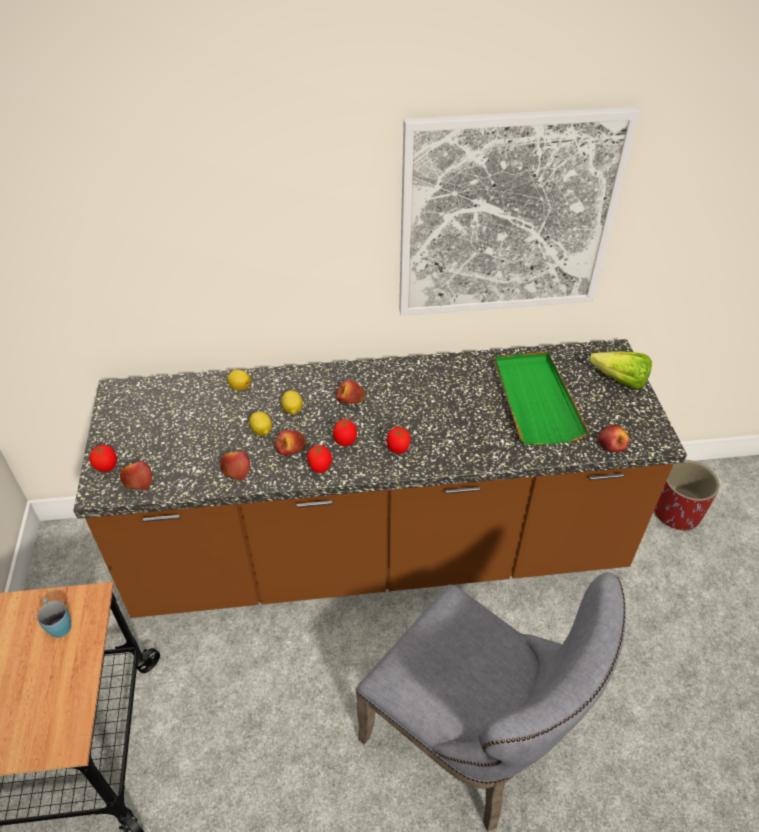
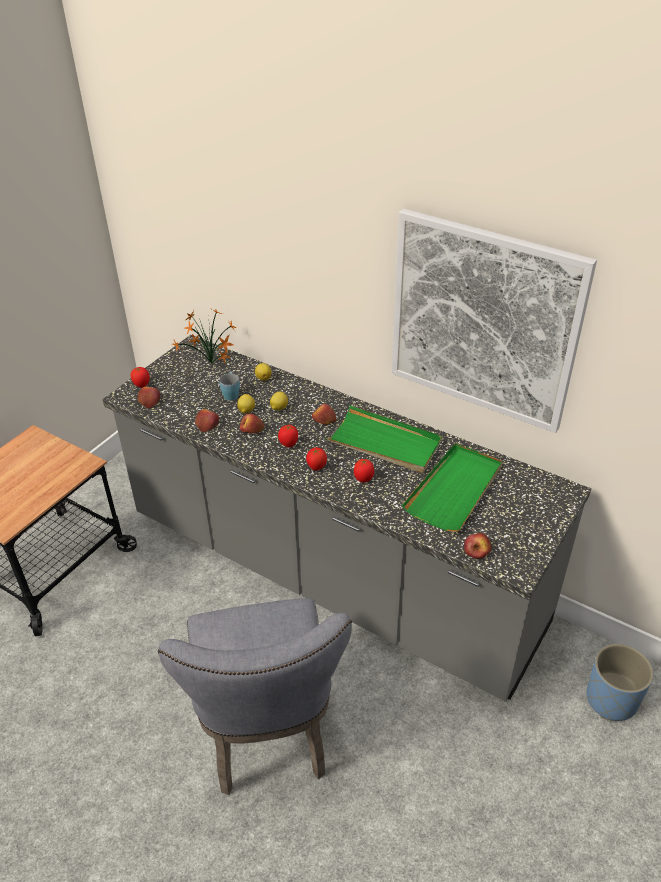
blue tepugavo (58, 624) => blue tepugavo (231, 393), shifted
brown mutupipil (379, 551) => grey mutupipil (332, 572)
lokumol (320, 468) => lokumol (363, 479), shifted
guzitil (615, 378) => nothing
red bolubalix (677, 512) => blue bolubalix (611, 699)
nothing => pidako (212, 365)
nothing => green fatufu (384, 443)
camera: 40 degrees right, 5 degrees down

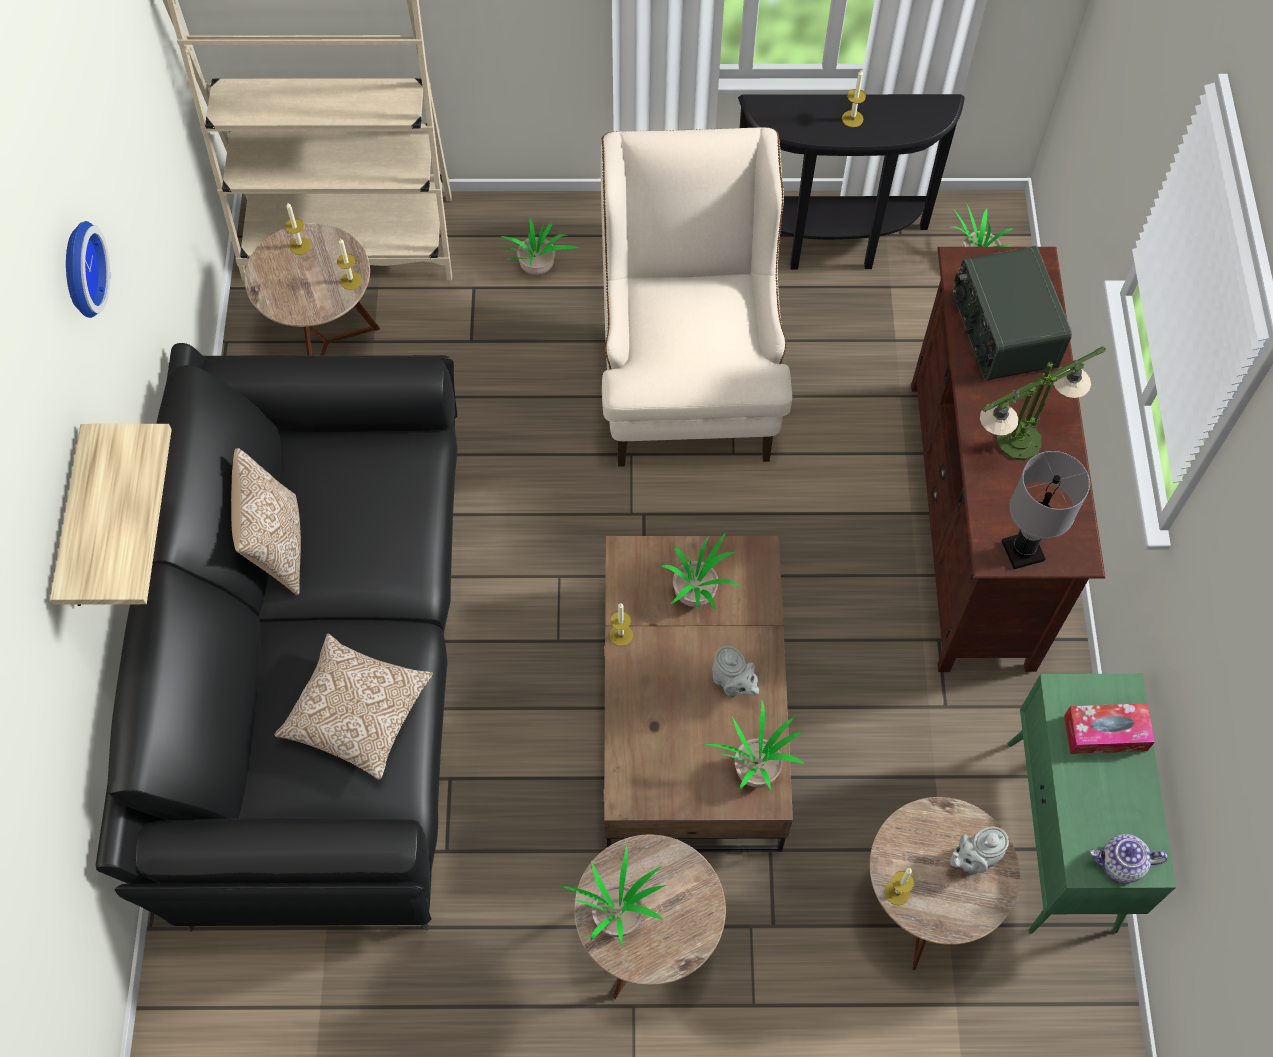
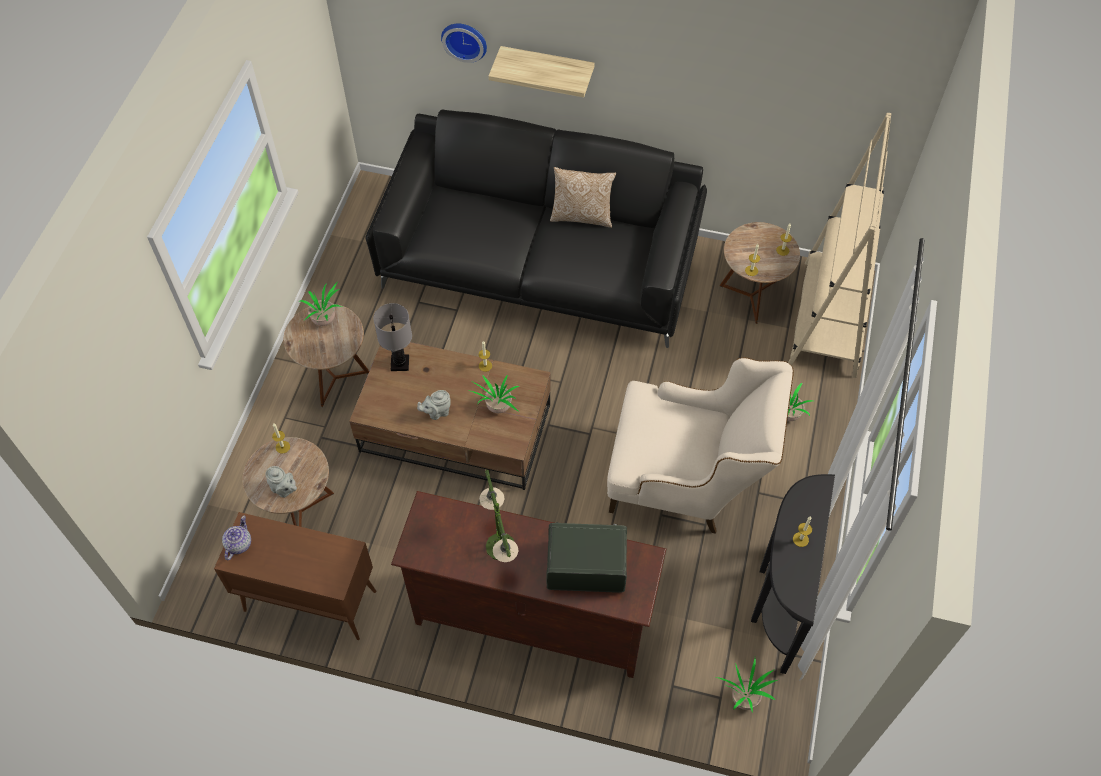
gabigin (78, 269) => gabigin (465, 39), shifted
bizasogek (357, 714) => nothing
pidako (755, 768) => nothing
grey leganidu (973, 859) => grey leganidu (284, 490), 135 degrees clockwise
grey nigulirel (1023, 550) => grey nigulirel (400, 363), shifted
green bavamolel (1061, 837) => brown bavamolel (309, 601)
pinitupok (1105, 733) => nothing
camera: 105 degrees right, 5 degrees down

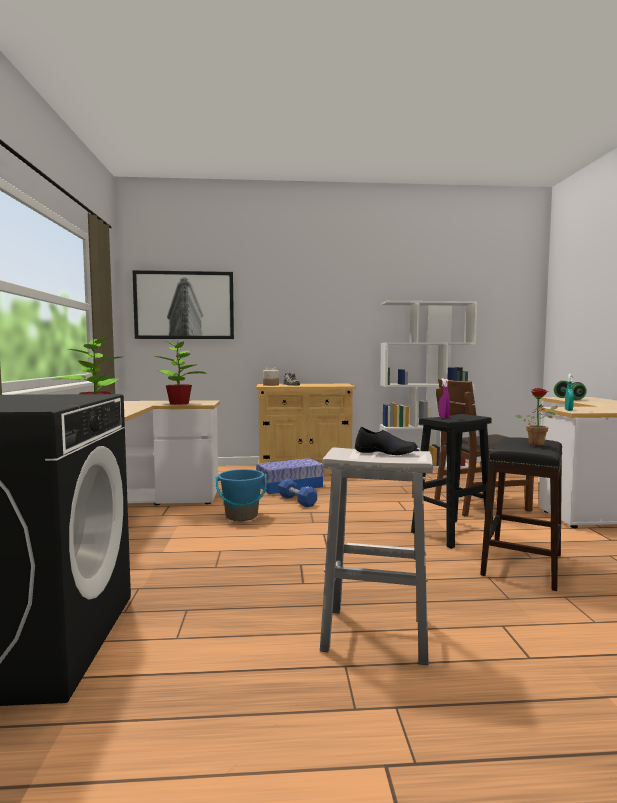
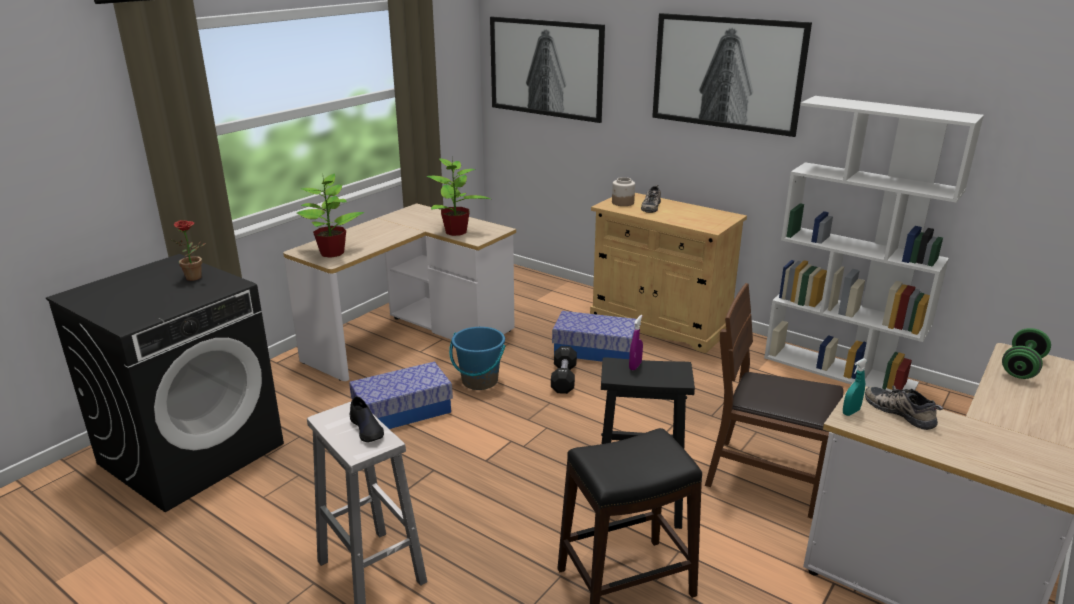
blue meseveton (297, 501) => black meseveton (563, 379)
pidako (538, 443) => pidako (197, 277), shifted
nothing => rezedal (403, 411)
nothing => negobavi (727, 73)
nothing => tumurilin (901, 412)
camera: 40 degrees right, 20 degrees up

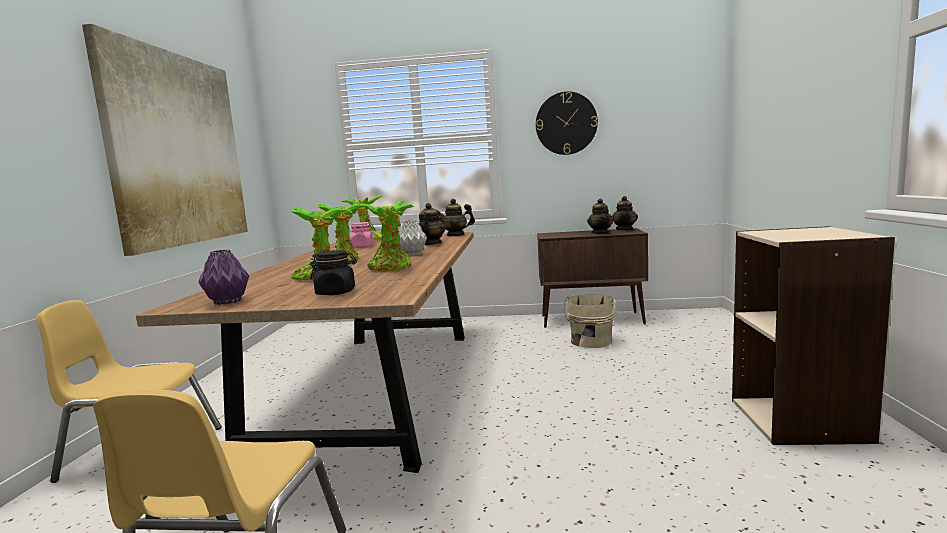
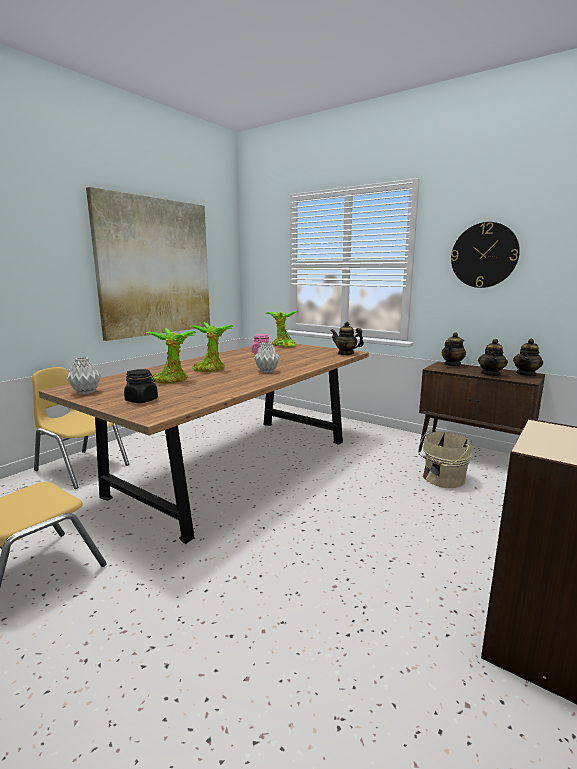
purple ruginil (227, 302) => grey ruginil (86, 392)
pidako (392, 269) => nothing
leganidu (431, 244) => leganidu (452, 365), shifted
camera: 30 degrees right, 5 degrees up

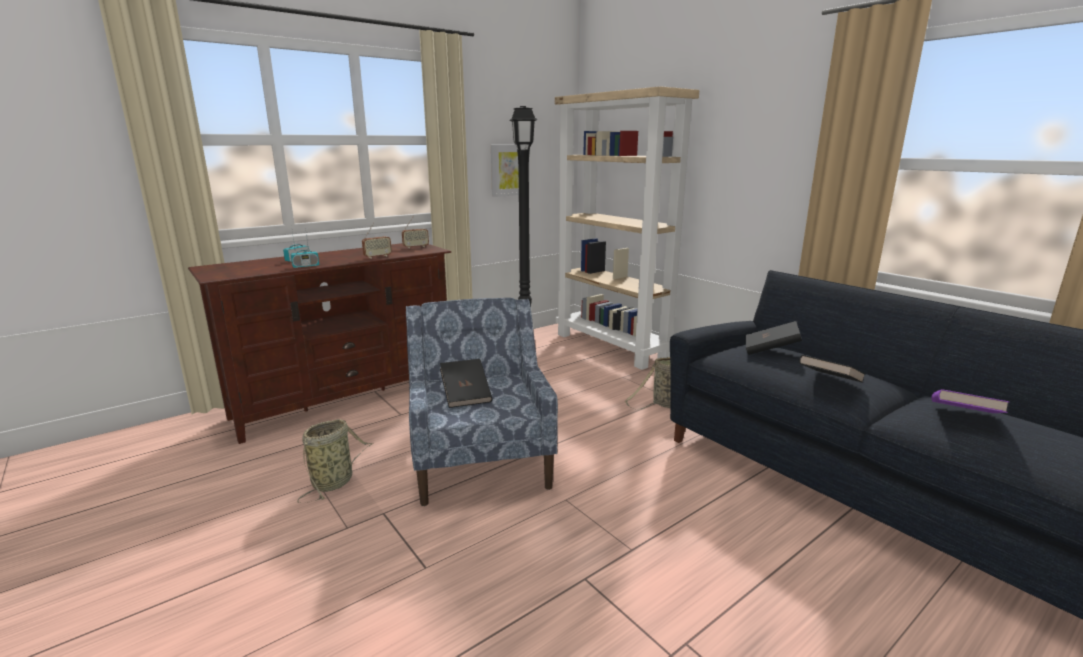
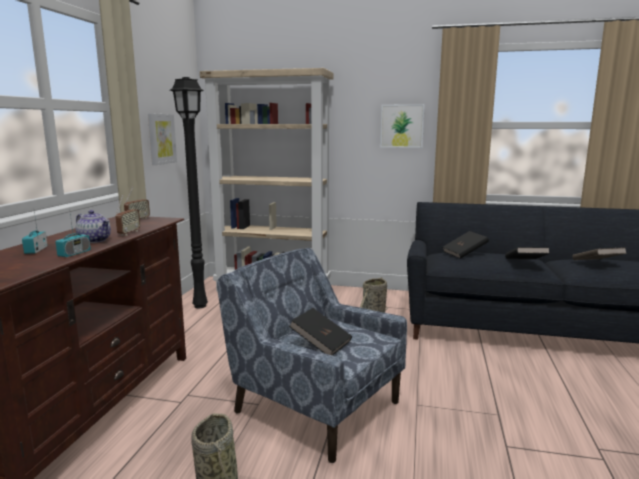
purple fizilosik (962, 418) => brown fizilosik (597, 264)
nothing => leganidu (95, 240)
nothing => negobavi (402, 126)
camera: 40 degrees left, 5 degrees down

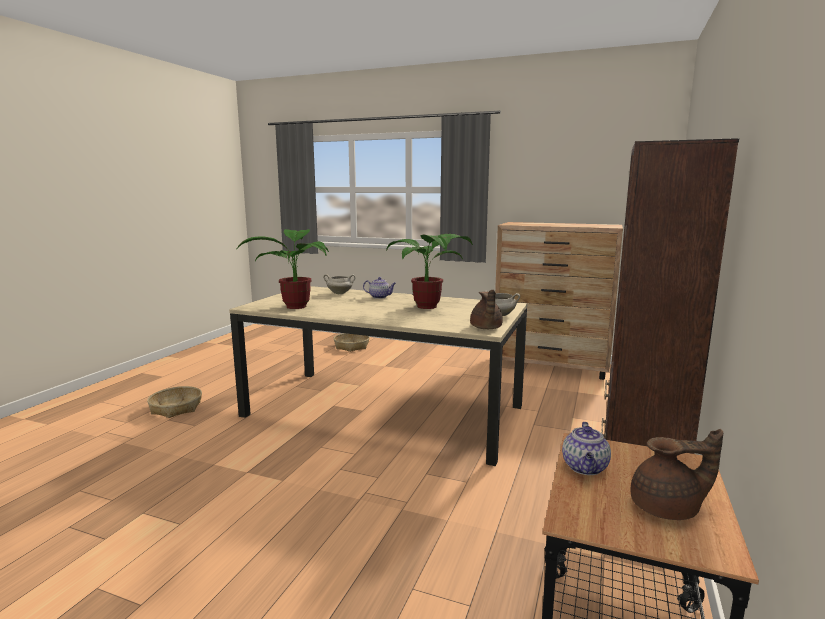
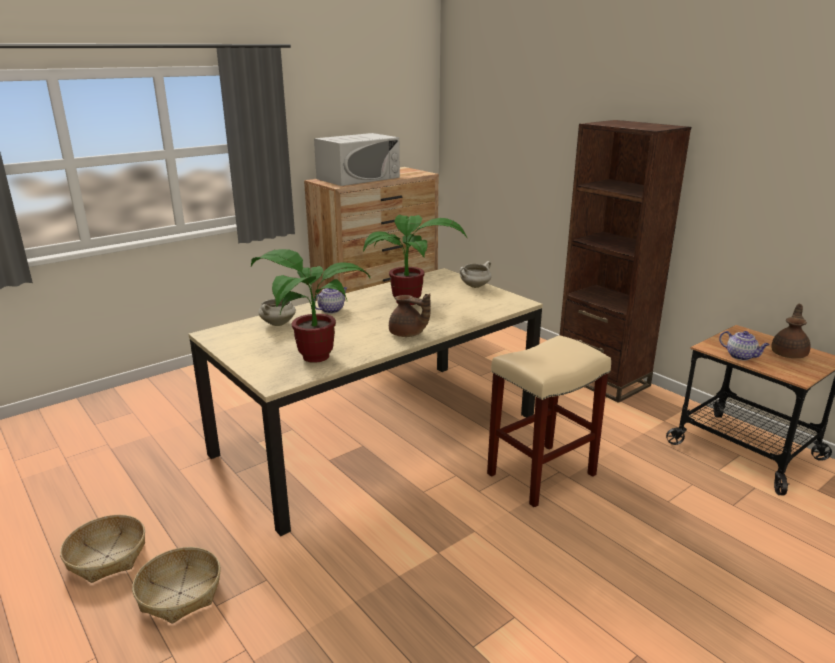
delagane (351, 346) => delagane (107, 556), shifted
brown leganidu (485, 328) => brown leganidu (407, 334), shifted
nothing => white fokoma (358, 178)
nothing => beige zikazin (541, 475)
camera: 60 degrees left, 10 degrees up

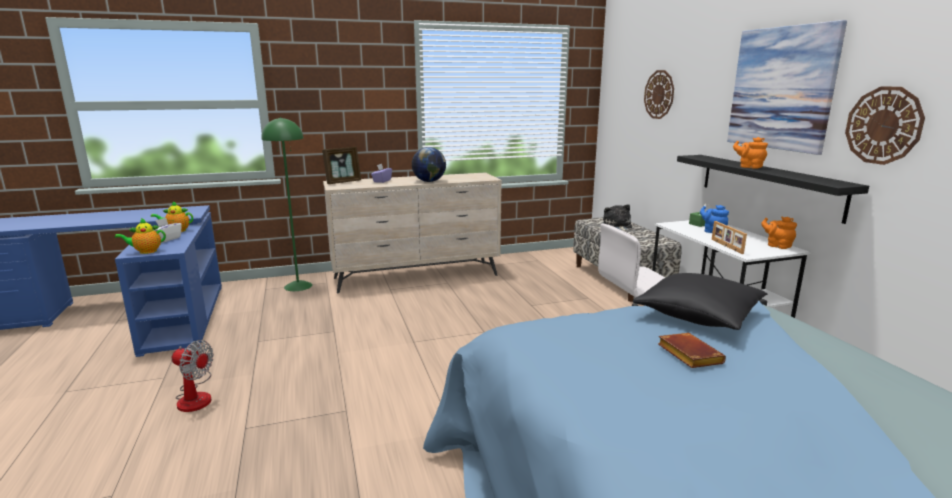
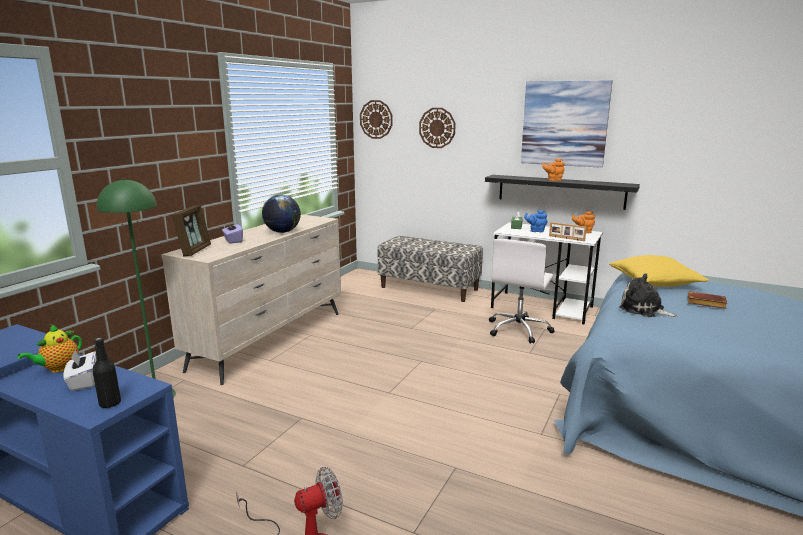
leganidu (146, 251) => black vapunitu (110, 403)
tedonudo (617, 226) => tedonudo (644, 310), shifted
black bizasogek (698, 315) => yellow bizasogek (654, 282)
gabigin (883, 125) => gabigin (376, 119), shifted
camera: 45 degrees left, 0 degrees up

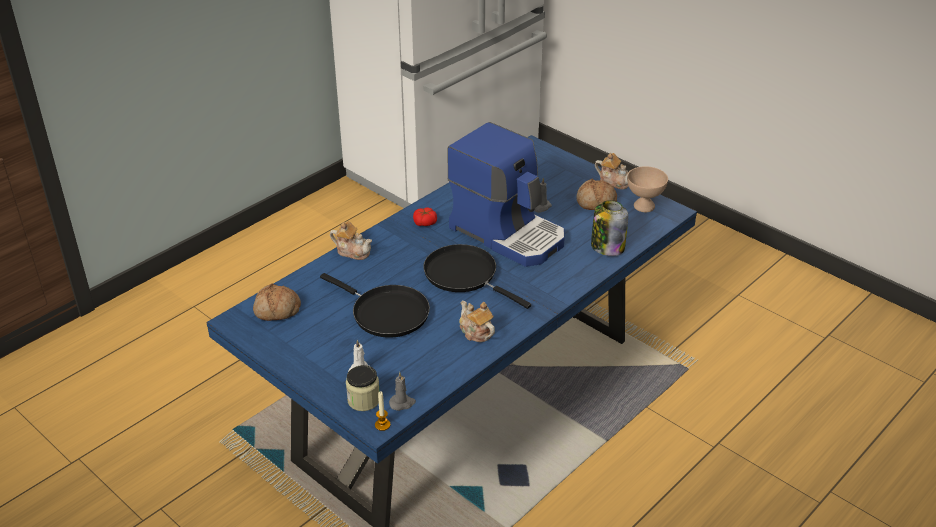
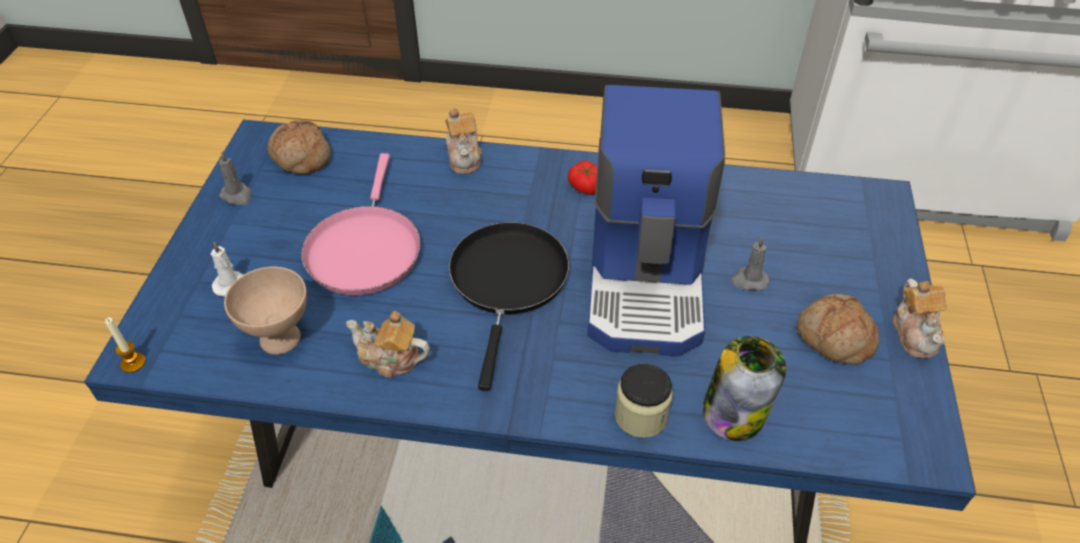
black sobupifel (386, 313) => pink sobupifel (364, 248)
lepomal (363, 400) => lepomal (641, 416), shifted
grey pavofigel (402, 403) => grey pavofigel (237, 196), shifted
leganidu (475, 332) => leganidu (390, 359), 90 degrees counterclockwise
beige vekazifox (643, 206) => beige vekazifox (281, 338), shifted
camera: 55 degrees right, 10 degrees up

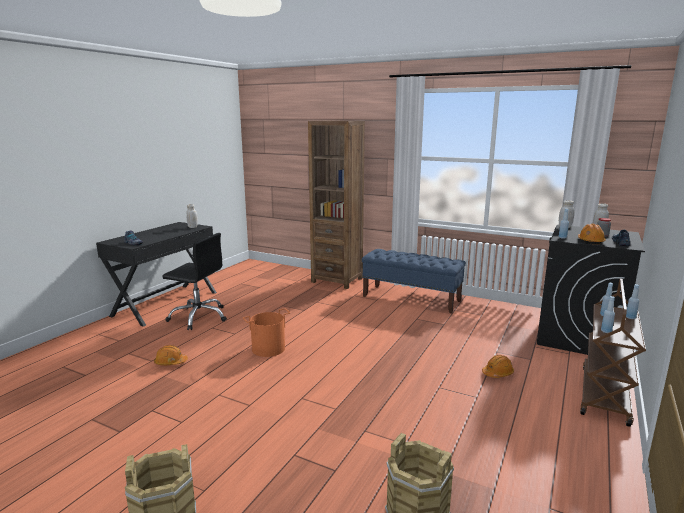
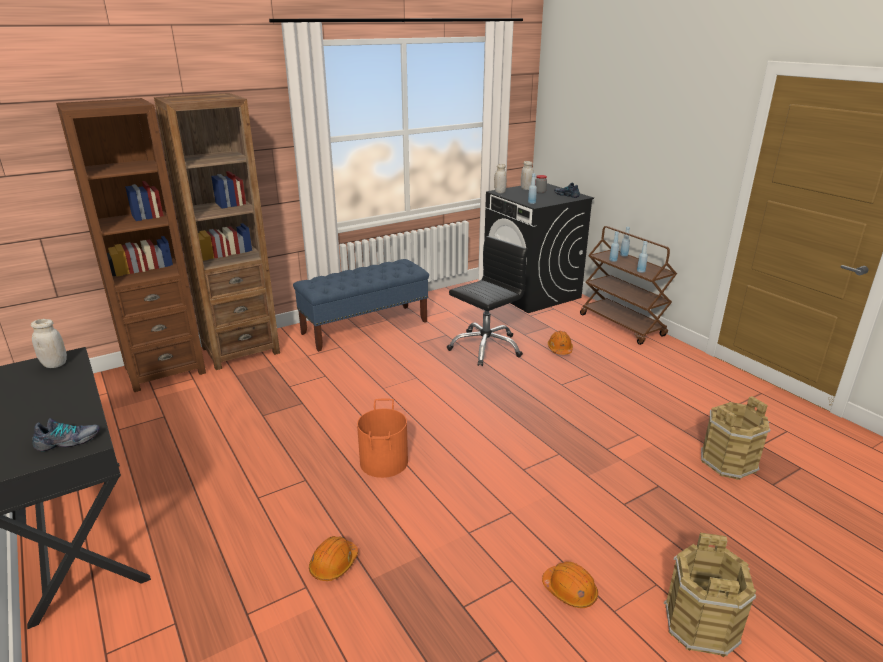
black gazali (199, 317) => black gazali (485, 347), shifted
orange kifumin (590, 241) => orange kifumin (569, 591), shifted
nothing => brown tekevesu (165, 370)
camera: 60 degrees left, 10 degrees up

